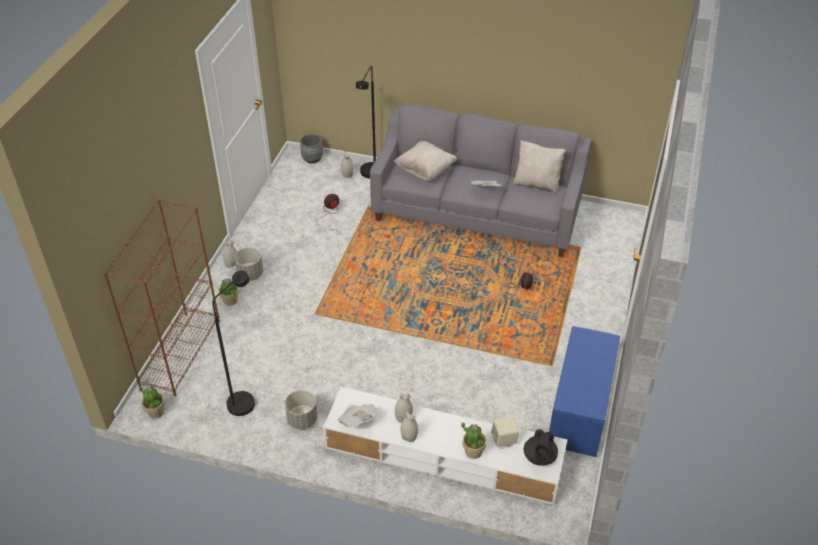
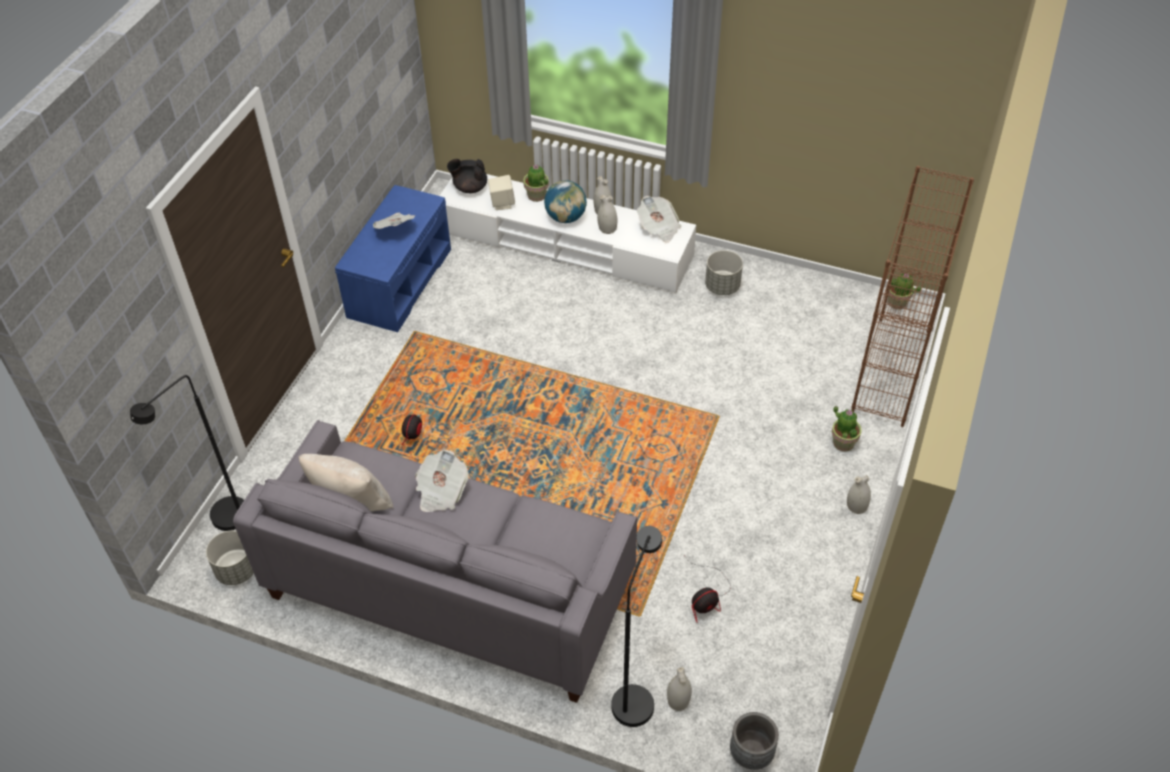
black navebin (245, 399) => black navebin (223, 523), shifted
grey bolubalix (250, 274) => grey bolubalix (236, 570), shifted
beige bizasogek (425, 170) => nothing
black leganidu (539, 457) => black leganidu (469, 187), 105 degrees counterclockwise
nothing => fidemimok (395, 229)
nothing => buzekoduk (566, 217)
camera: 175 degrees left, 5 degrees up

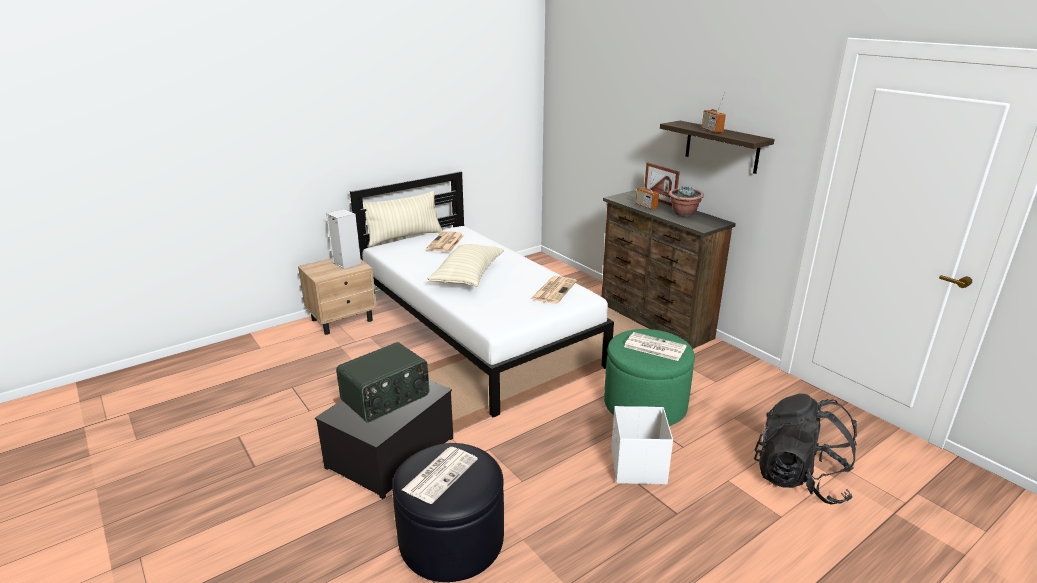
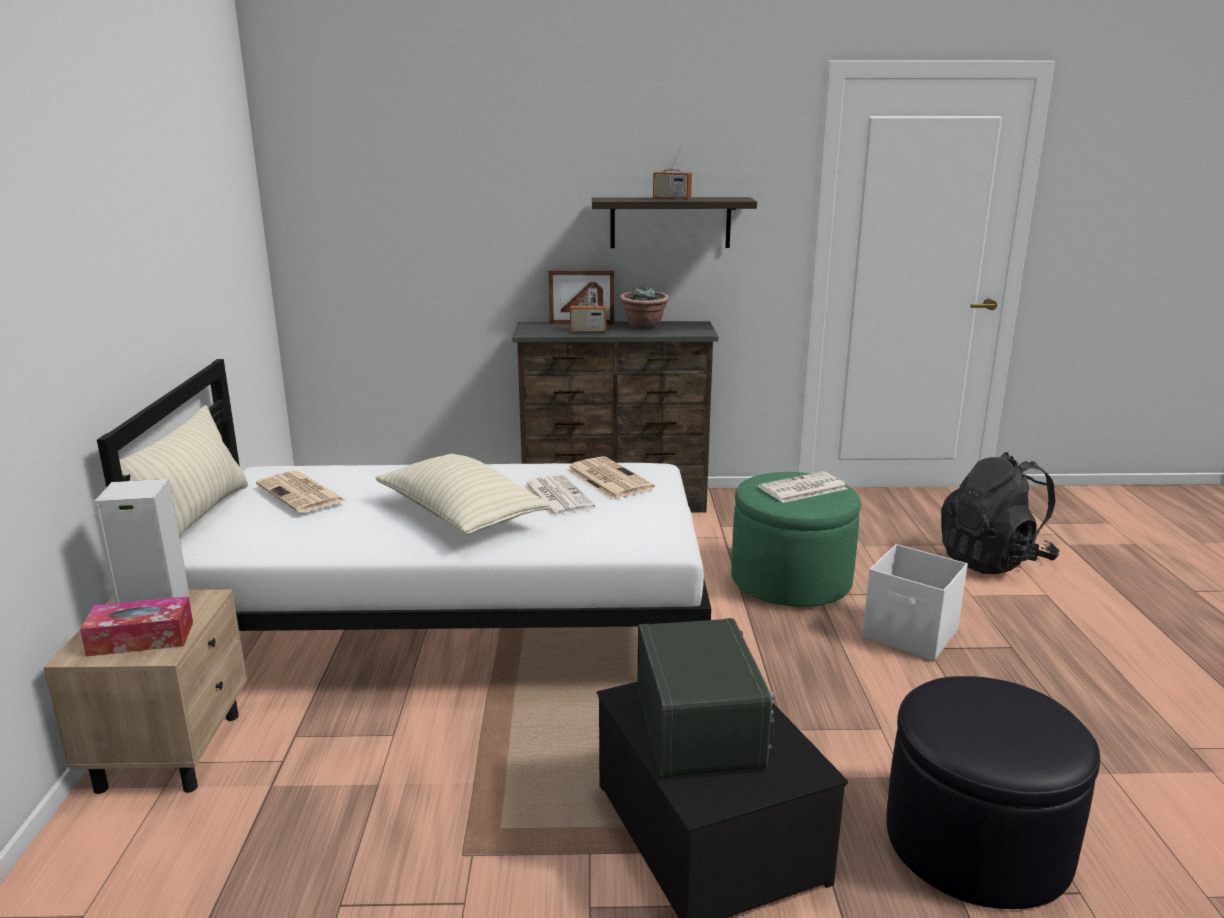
fidemimok (440, 474) => fidemimok (556, 497), shifted
nothing => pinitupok (141, 638)
camera: 55 degrees left, 5 degrees down

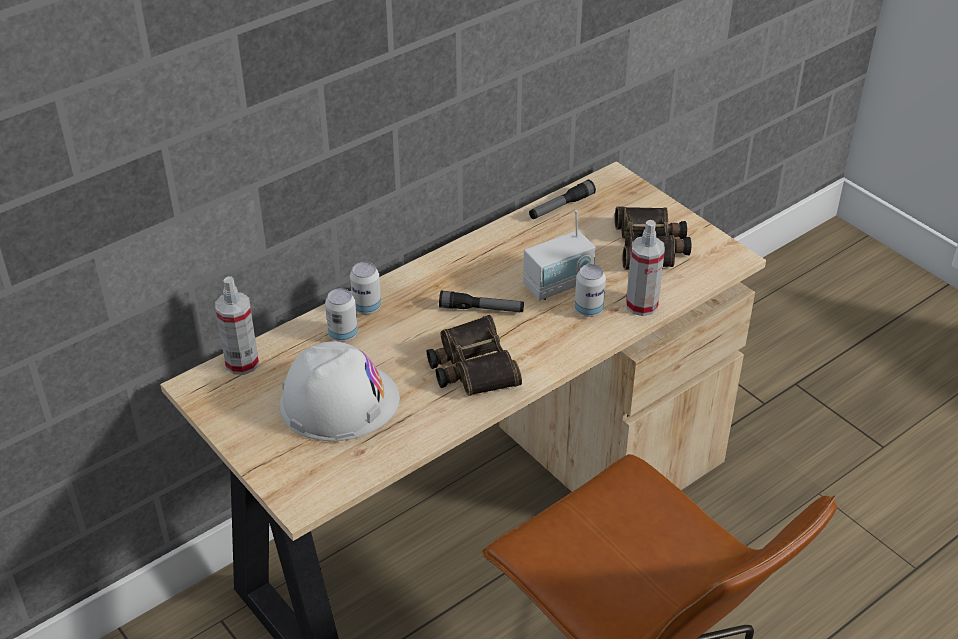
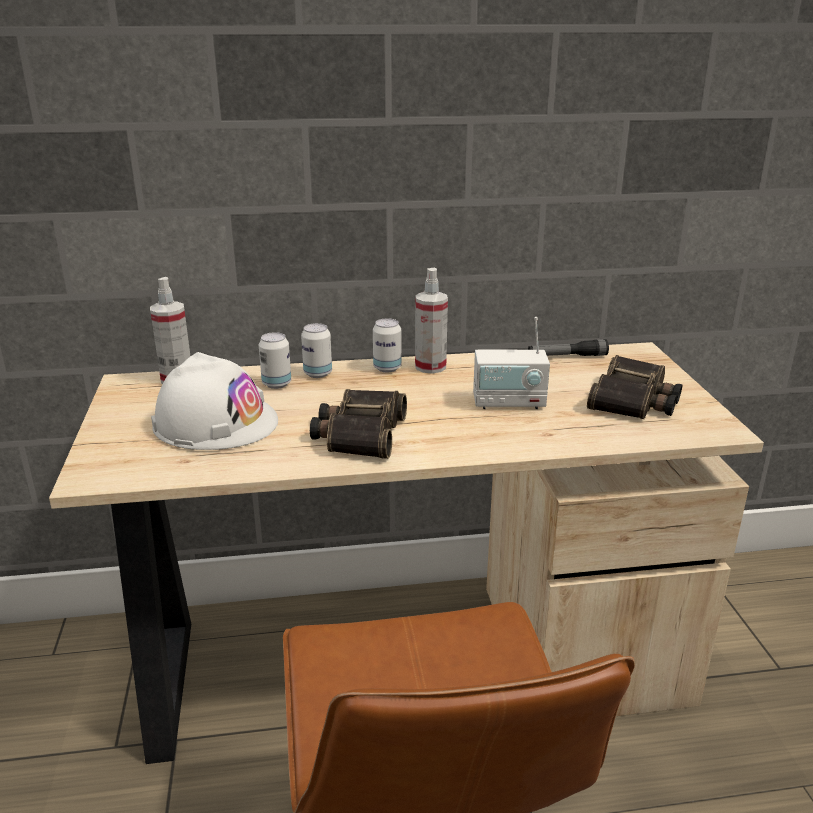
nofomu (481, 309) => nothing
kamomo (588, 310) => kamomo (387, 368), shifted
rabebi (641, 305) => rabebi (430, 366), shifted
camera: 30 degrees right, 15 degrees down

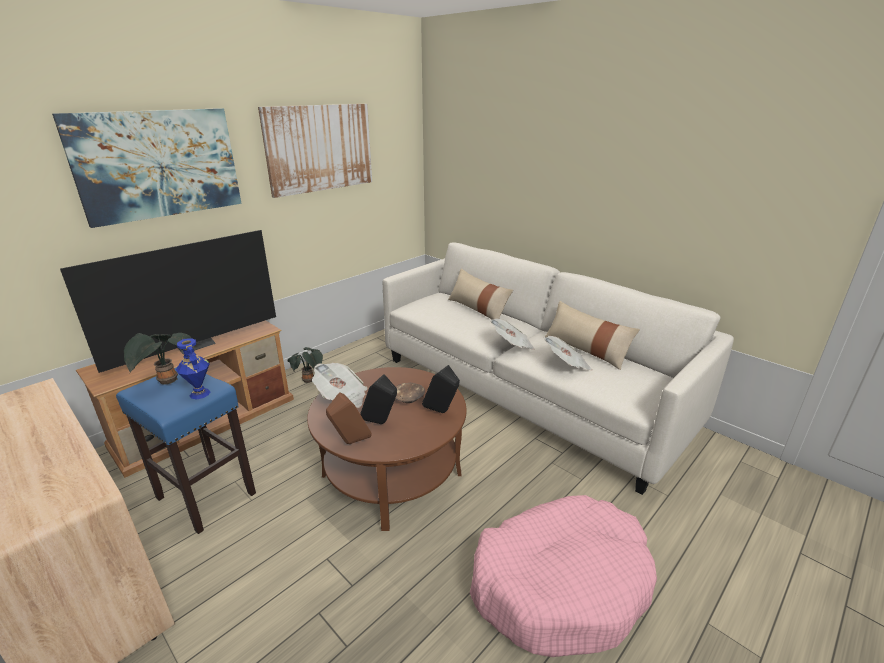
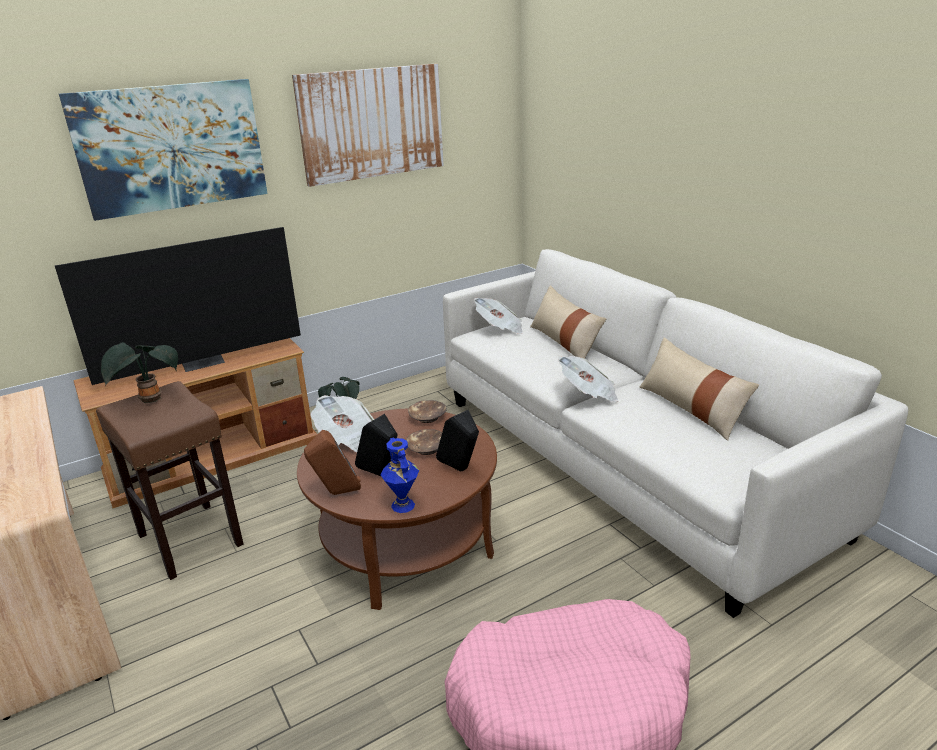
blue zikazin (207, 496) => brown zikazin (191, 540)
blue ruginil (199, 393) => blue ruginil (402, 505), shifted
fidemimok (566, 364) => fidemimok (500, 328), shifted
nothing => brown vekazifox (428, 417)
camera: 15 degrees right, 0 degrees up

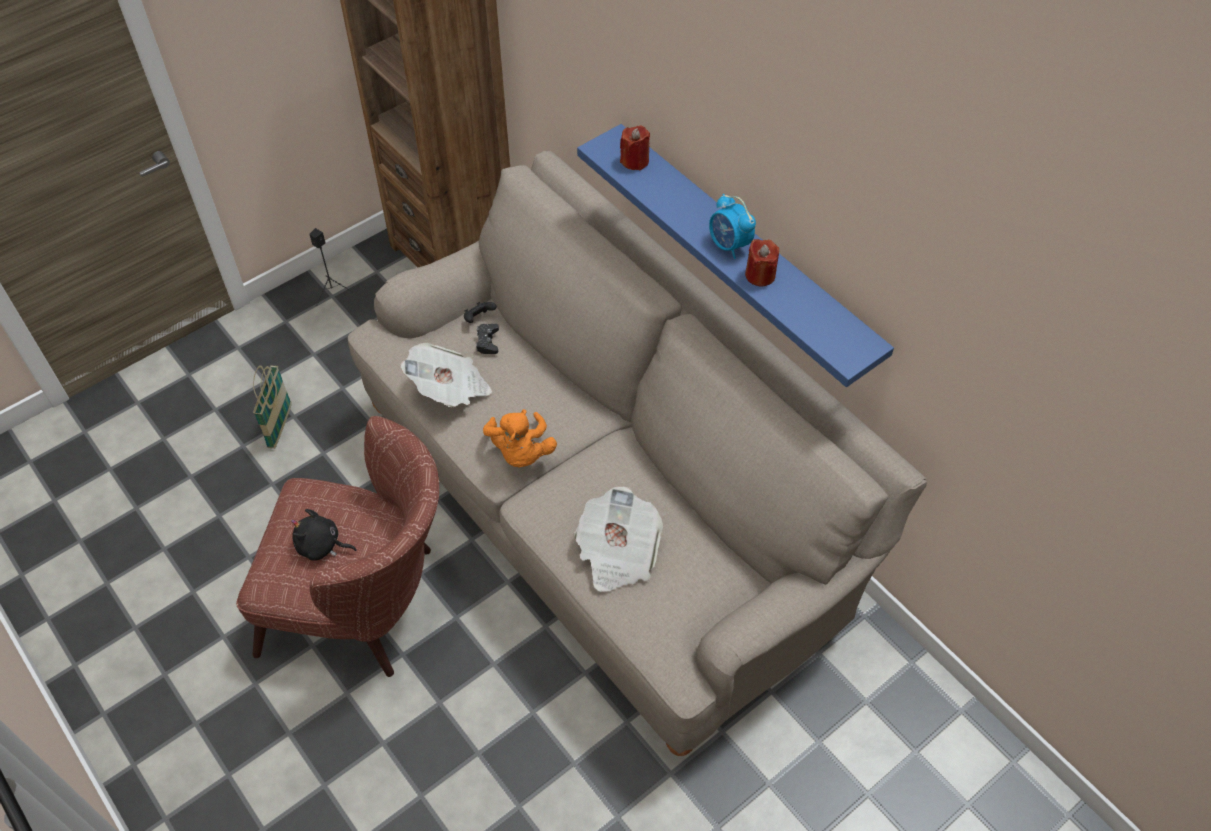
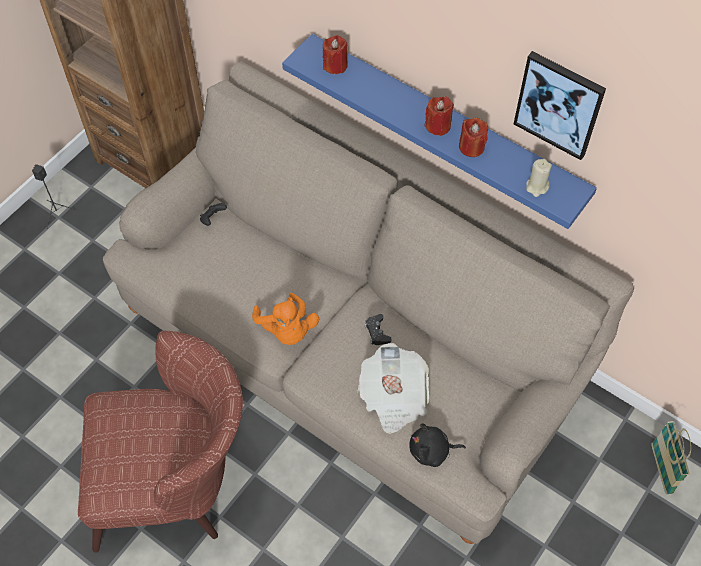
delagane (280, 427) => delagane (661, 469), shifted
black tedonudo (321, 546) => black tedonudo (432, 451), shifted
fidemimok (450, 389) => nothing
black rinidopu (487, 342) => black rinidopu (377, 332), shifted
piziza (729, 245) => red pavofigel (438, 126)
nothing => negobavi (559, 104)
nothing => beige pavofigel (537, 187)
camera: 15 degrees left, 5 degrees up

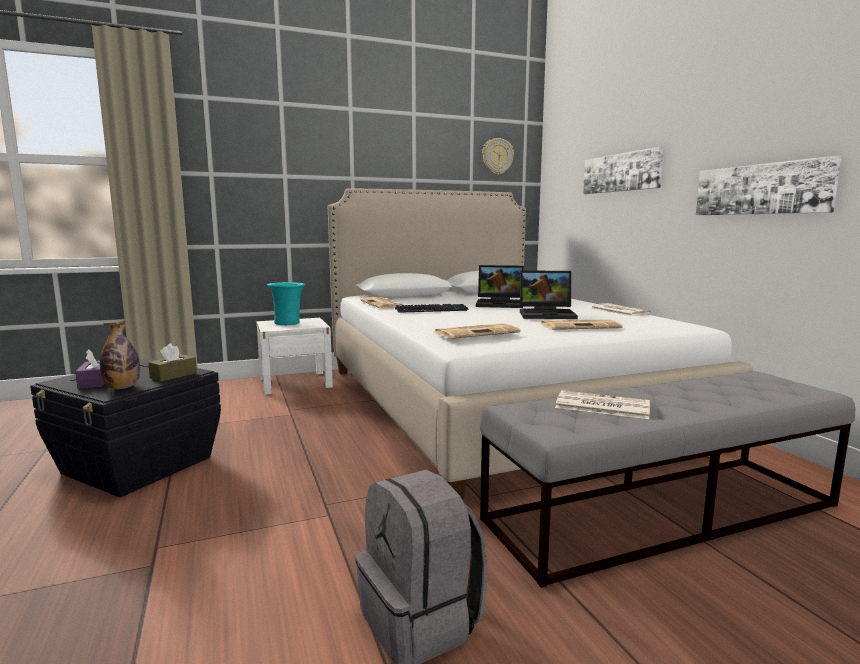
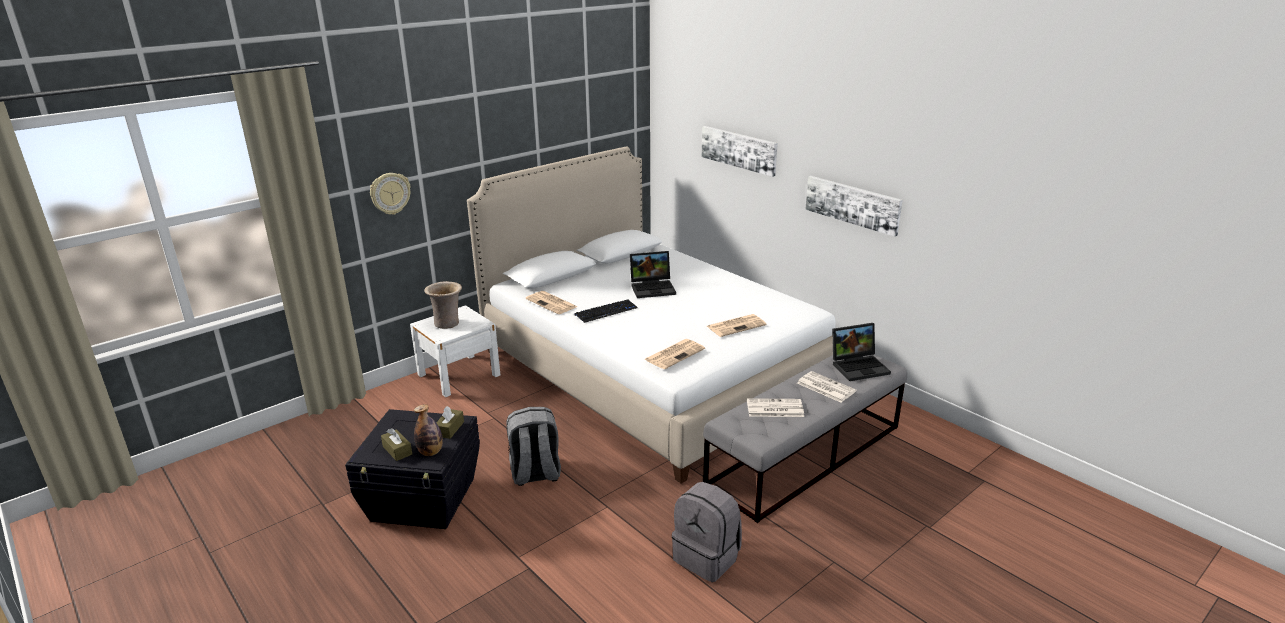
purple pinitupok (94, 382) => brown pinitupok (397, 450)
turquoise ruginil (288, 323) => beige ruginil (447, 323)
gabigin (497, 156) => gabigin (390, 193), shifted
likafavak (548, 314) => likafavak (859, 366), shifted
fidemimok (618, 311) => fidemimok (825, 387), shifted
nothing => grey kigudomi (535, 474)
camera: 20 degrees left, 15 degrees up

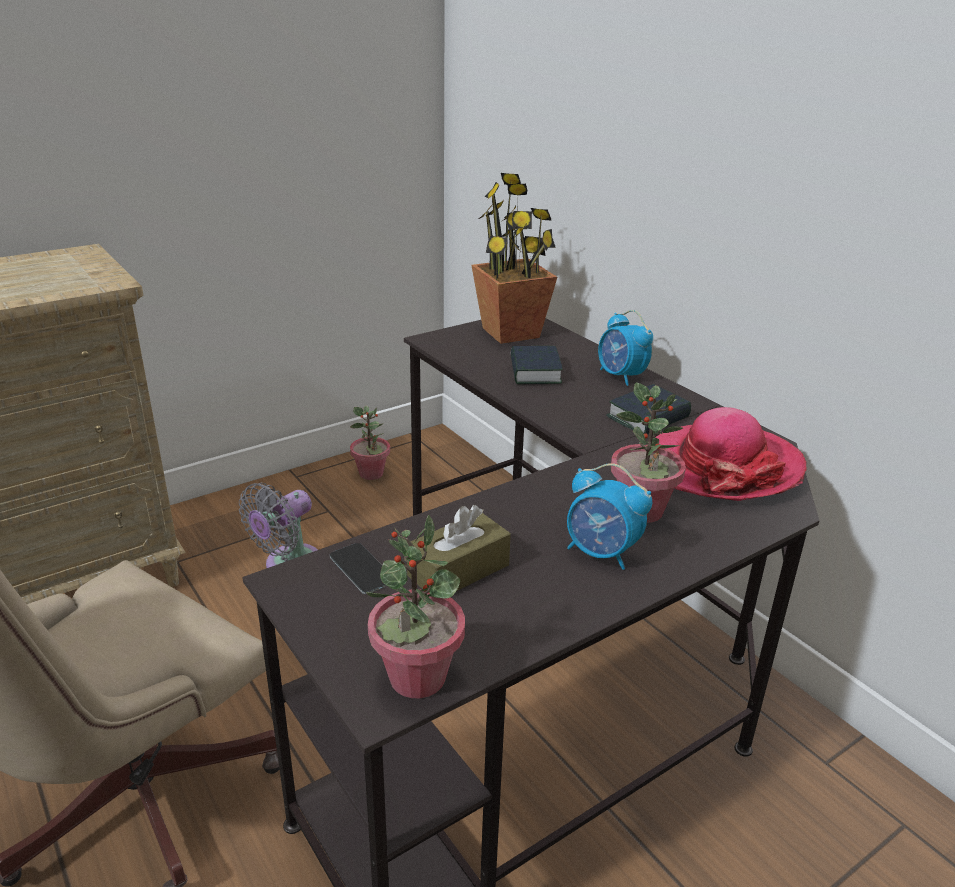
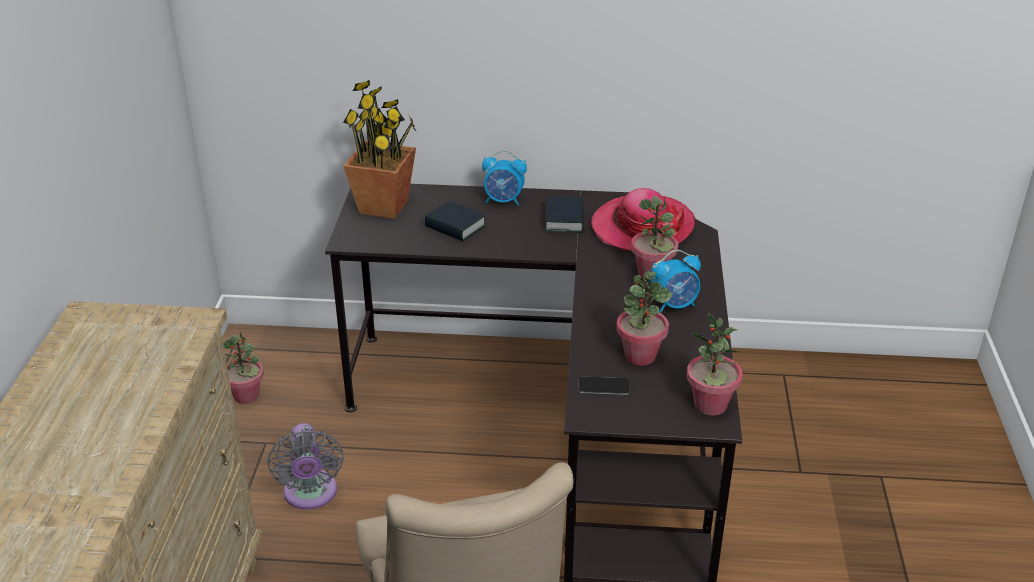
brown pinitupok (458, 570) => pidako (640, 355)
camera: 50 degrees left, 5 degrees up

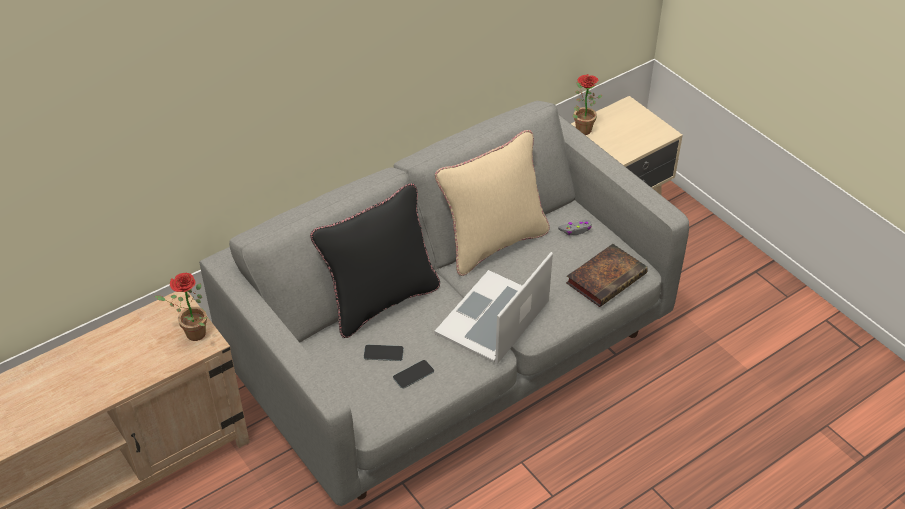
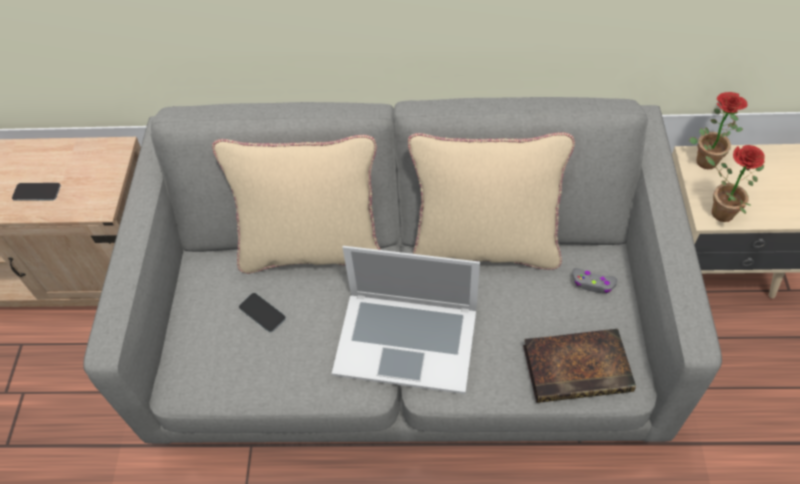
pidako (191, 334) => pidako (717, 212), shifted
black bizasogek (381, 301) => beige bizasogek (312, 250)
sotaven (413, 374) => sotaven (36, 192), shifted
likafavak (493, 317) => likafavak (406, 340), 150 degrees counterclockwise
camera: 40 degrees right, 10 degrees up

